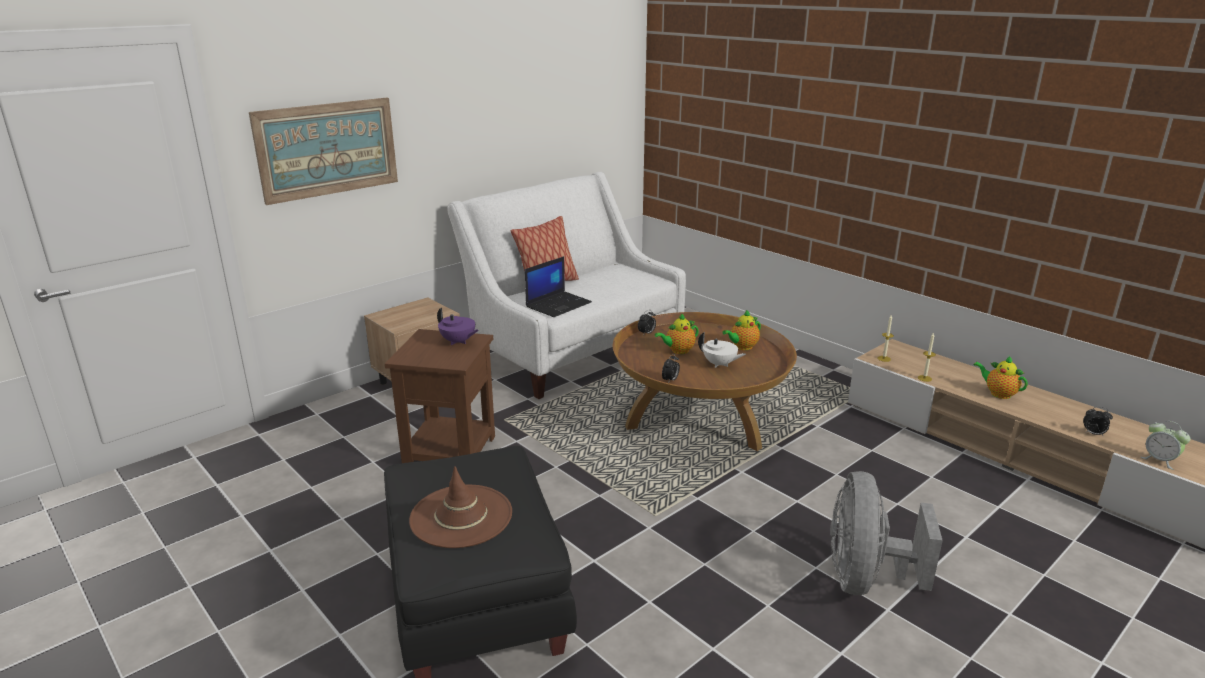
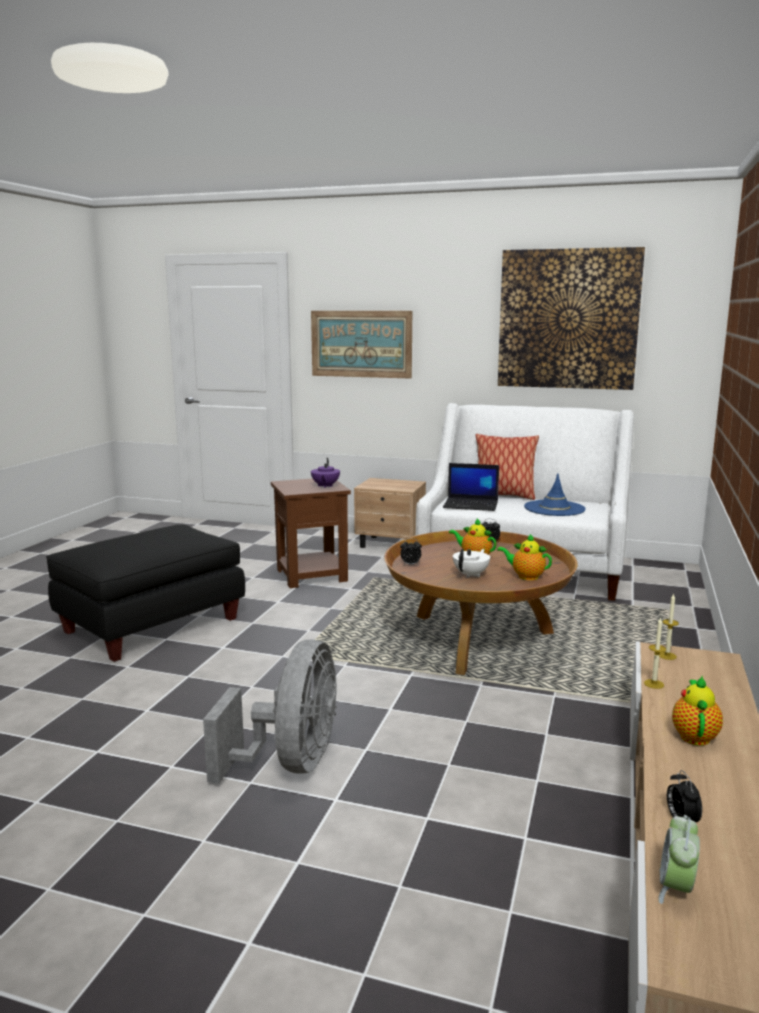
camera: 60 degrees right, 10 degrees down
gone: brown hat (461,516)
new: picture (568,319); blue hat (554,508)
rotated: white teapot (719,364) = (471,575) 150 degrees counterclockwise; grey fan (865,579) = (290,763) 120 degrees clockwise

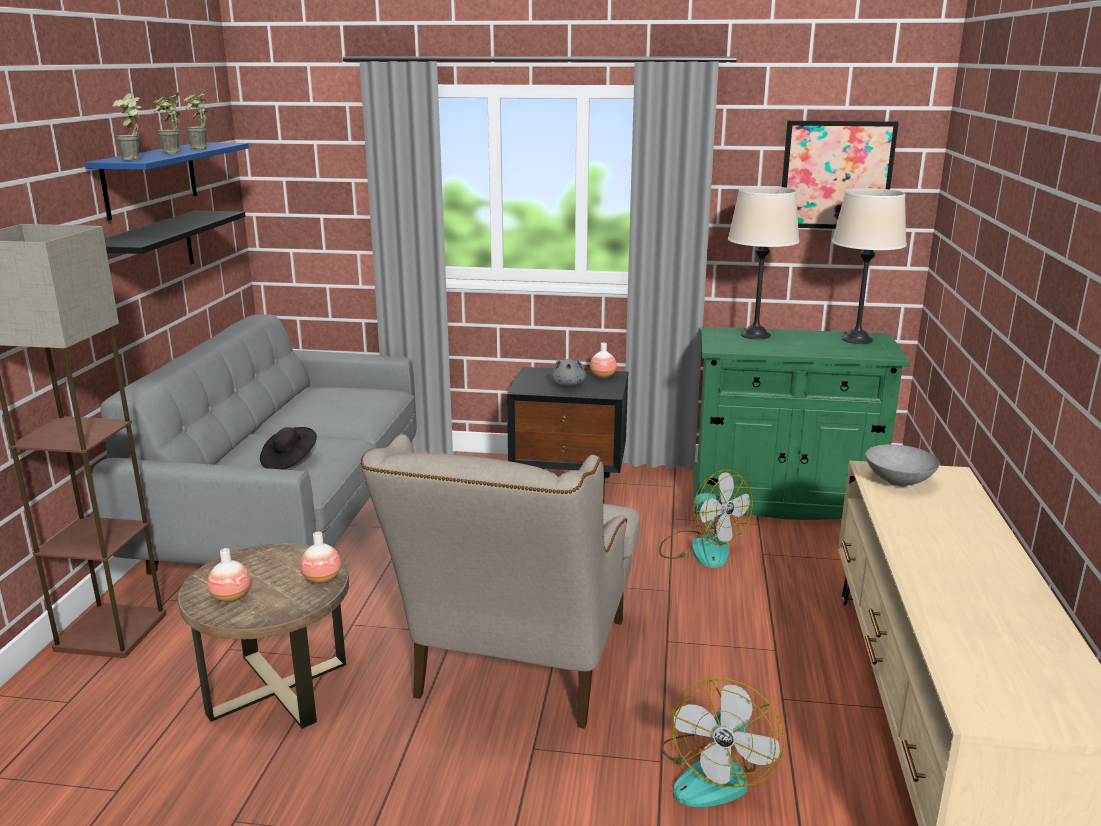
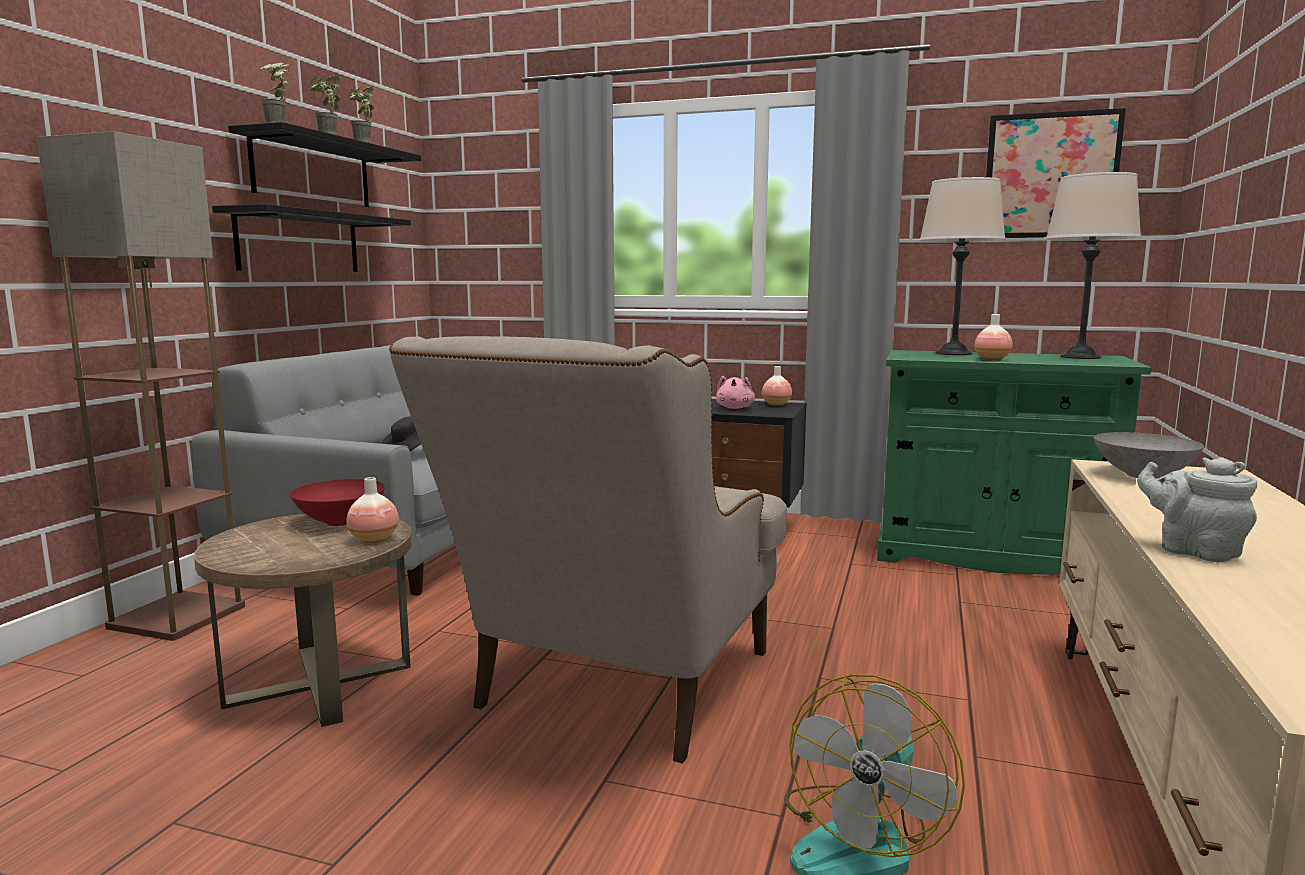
camera: 10 degrees right, 10 degrees down
gone: fan (701,548)
new: red bowl (340,522); grey teapot (1193,551)
shifted: vase (231,597) to (992,359)
repainted: blue shelf (150,179) to black shelf (312,172); grey plush toy (568,385) to pink plush toy (735,408)

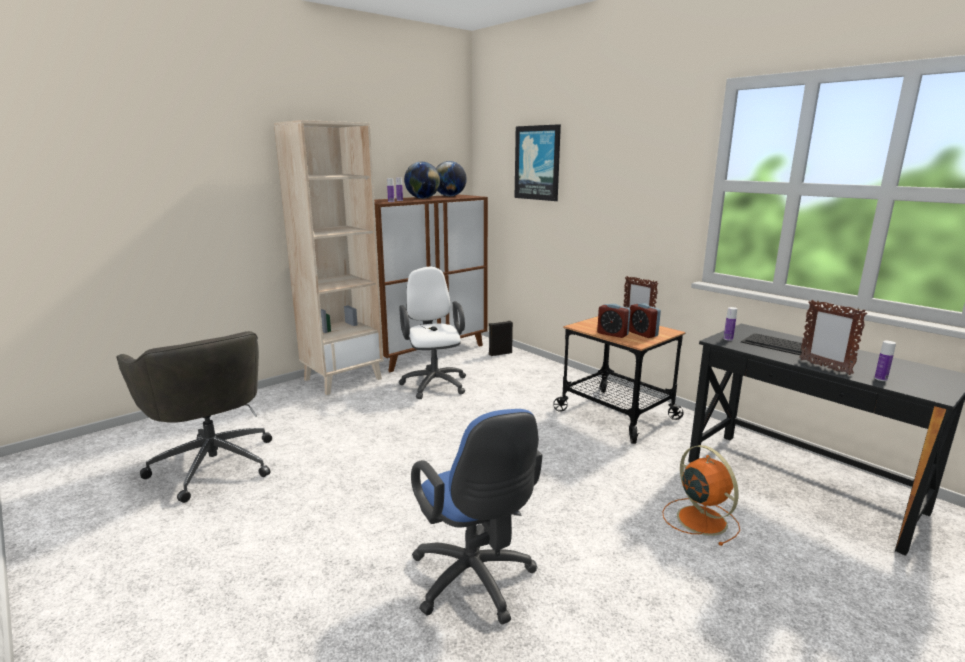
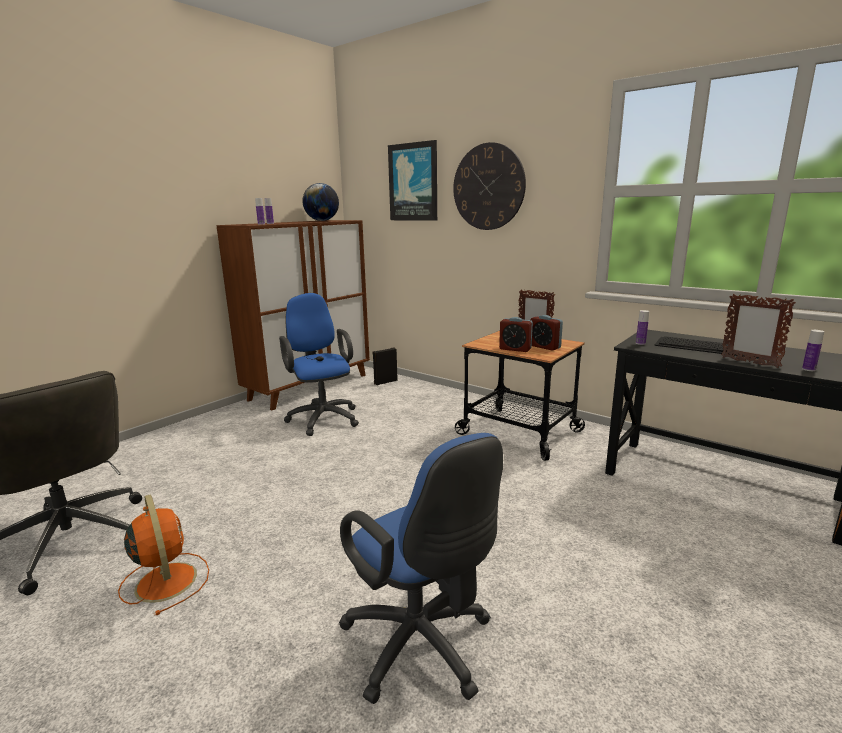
camera: 10 degrees left, 0 degrees up
gone: beige bookcase (343,379); globe (422,198)
new: wall clock (488,187)
shifted: orange fan (700,519) to (165,580)
repainted: white office chair (434,383) to blue office chair (322,417)

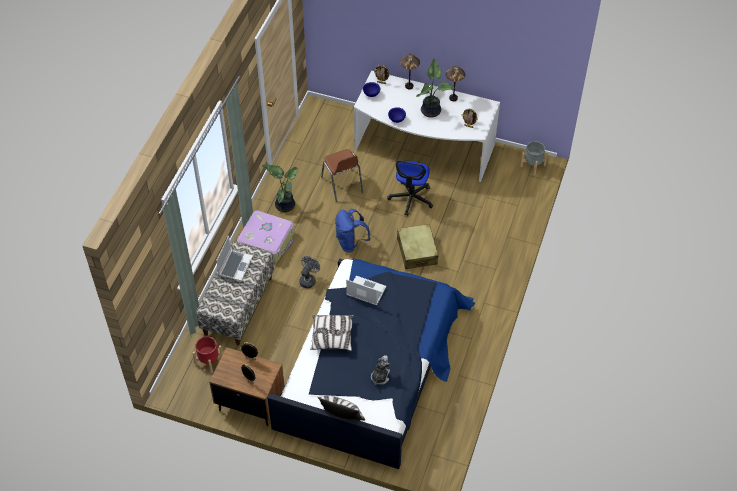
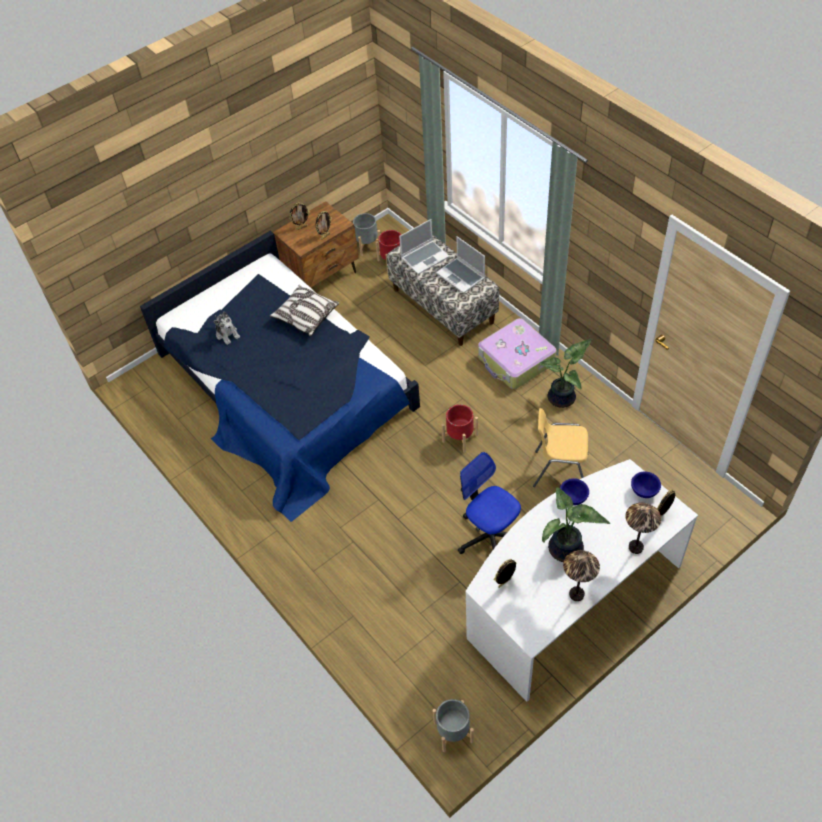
camera: 125 degrees right, 0 degrees up
gone: grey fan (308,279); pillow (342,417); beige suitcase (417,251)
new: grey planter (367,245)
shifted: laptop (365,291) to (425,257)
swapped: blue backpack (351,243) to red planter (460,438)
repainted: brown chair (342,185) to yellow chair (560,470)

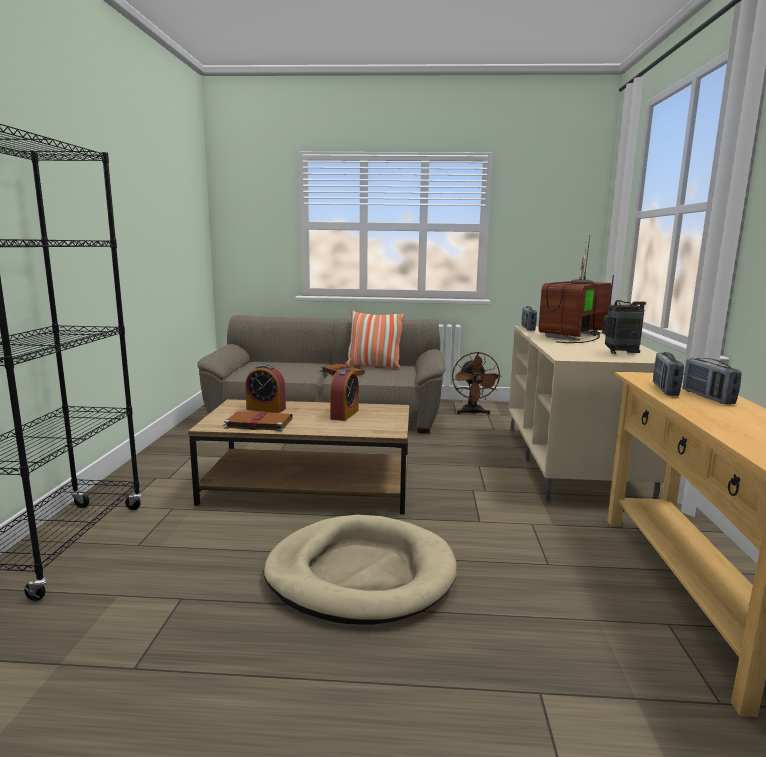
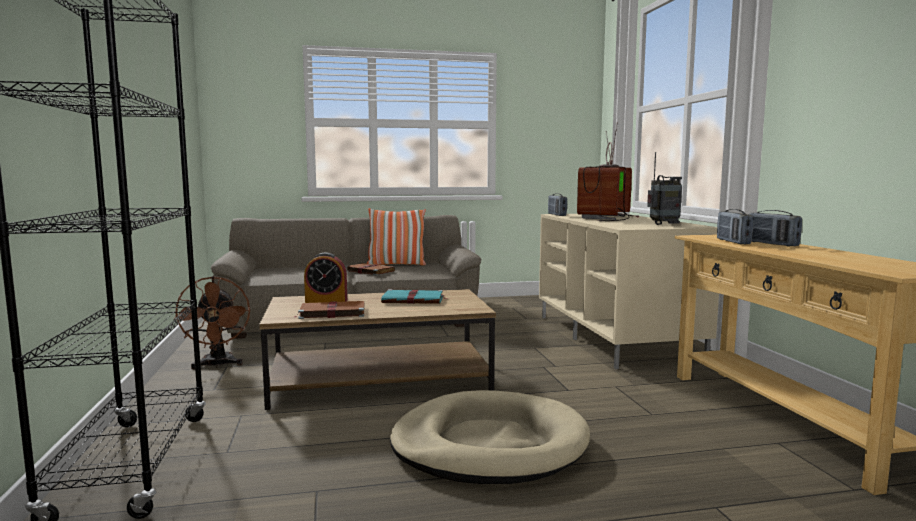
camera: 15 degrees left, 5 degrees down
shifted: brown fan (473,413) to (217,365)
swapped: alarm clock (344,414) to turquoise book (414,300)

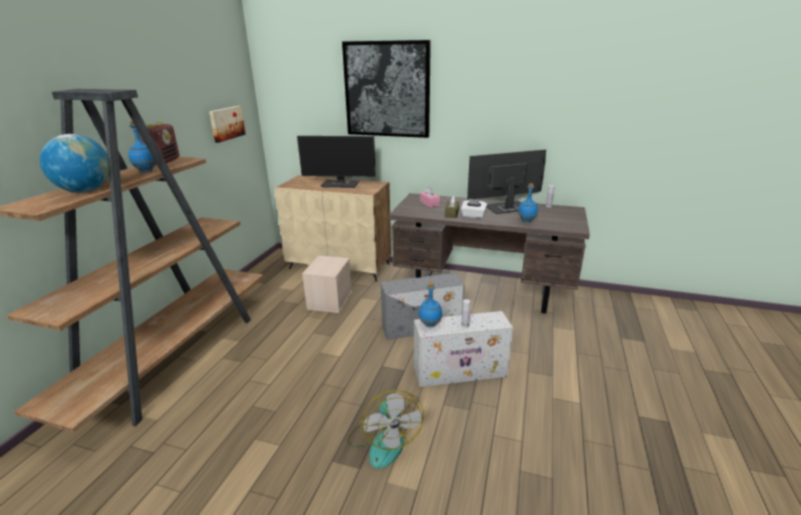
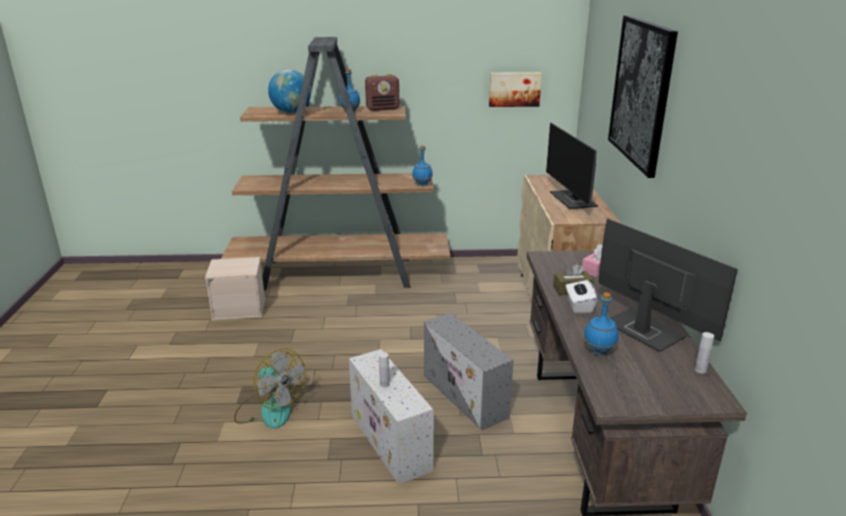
camera: 70 degrees right, 0 degrees up
shifted: beige storage box (329,300) to (240,308); blue bottle (430,324) to (422,185)
rotated: fan (383,441) = (269,409) 105 degrees counterclockwise

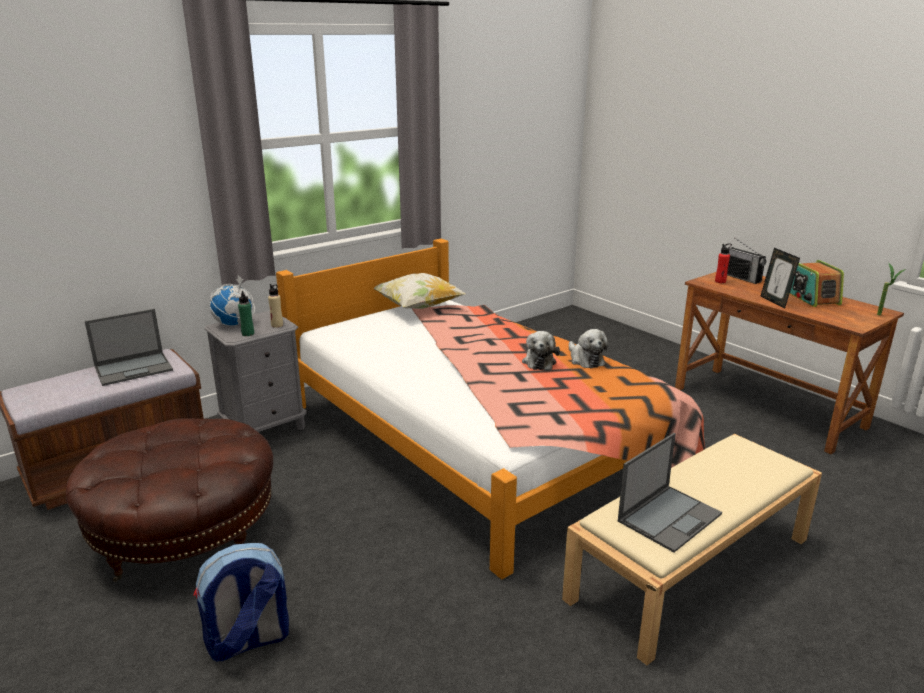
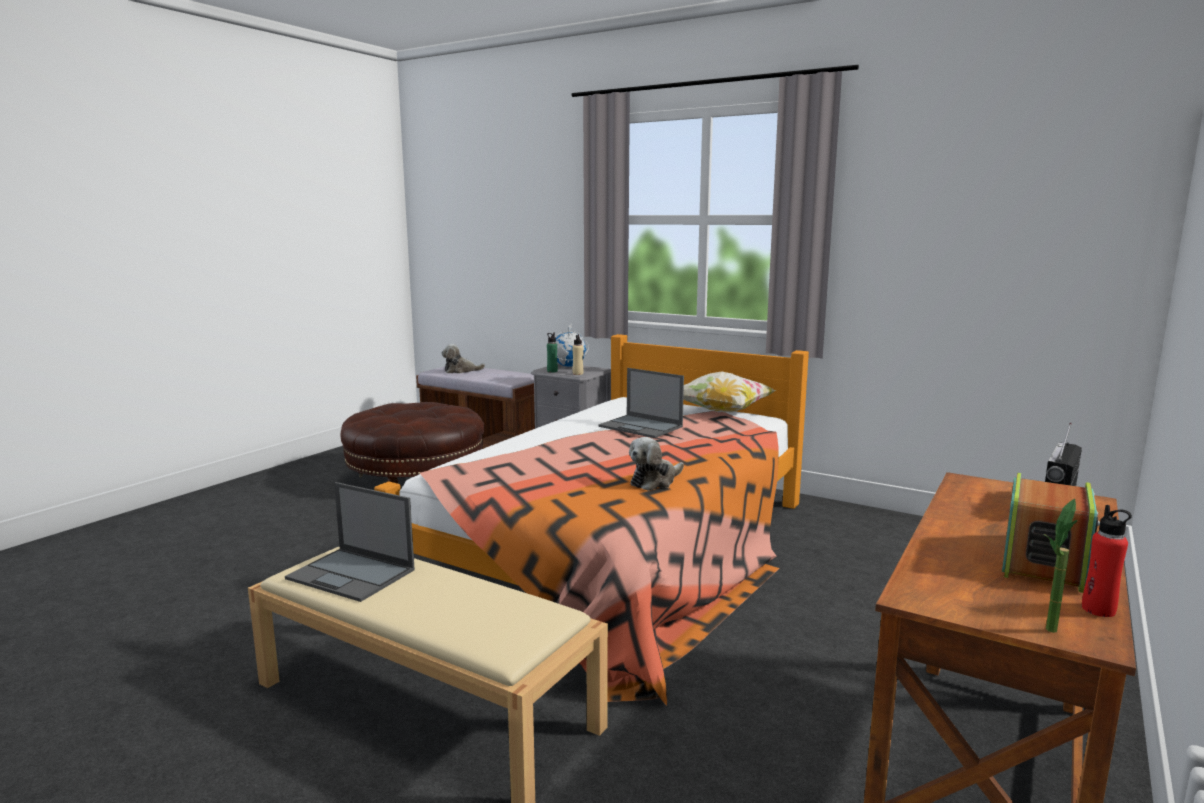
camera: 70 degrees right, 10 degrees down
gone: backpack (248,641); picture frame (775,302)
shifted: laptop (134,368) to (641,427); plush toy (539,361) to (460,371); red bottle (720,281) to (1098,610)
rotated: radio (810,297) = (1044,561) 150 degrees clockwise

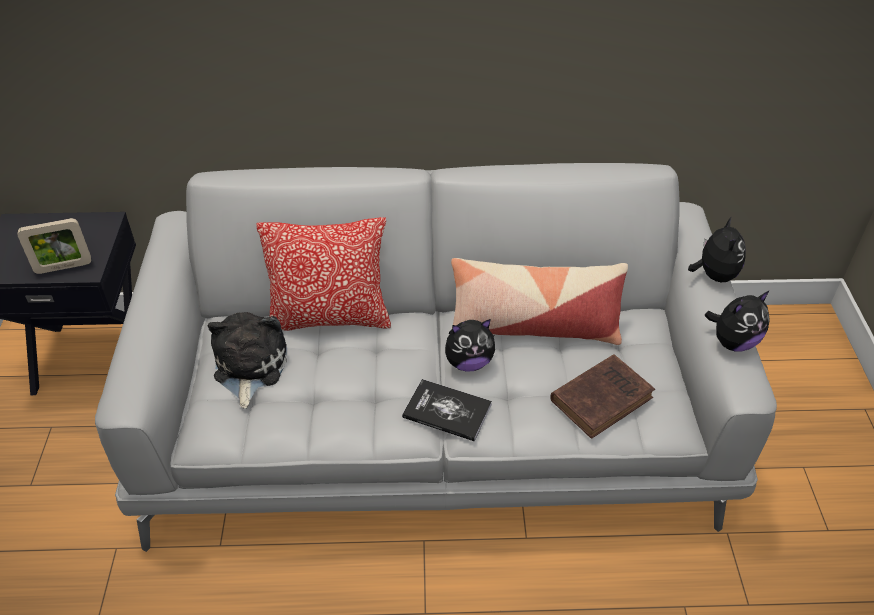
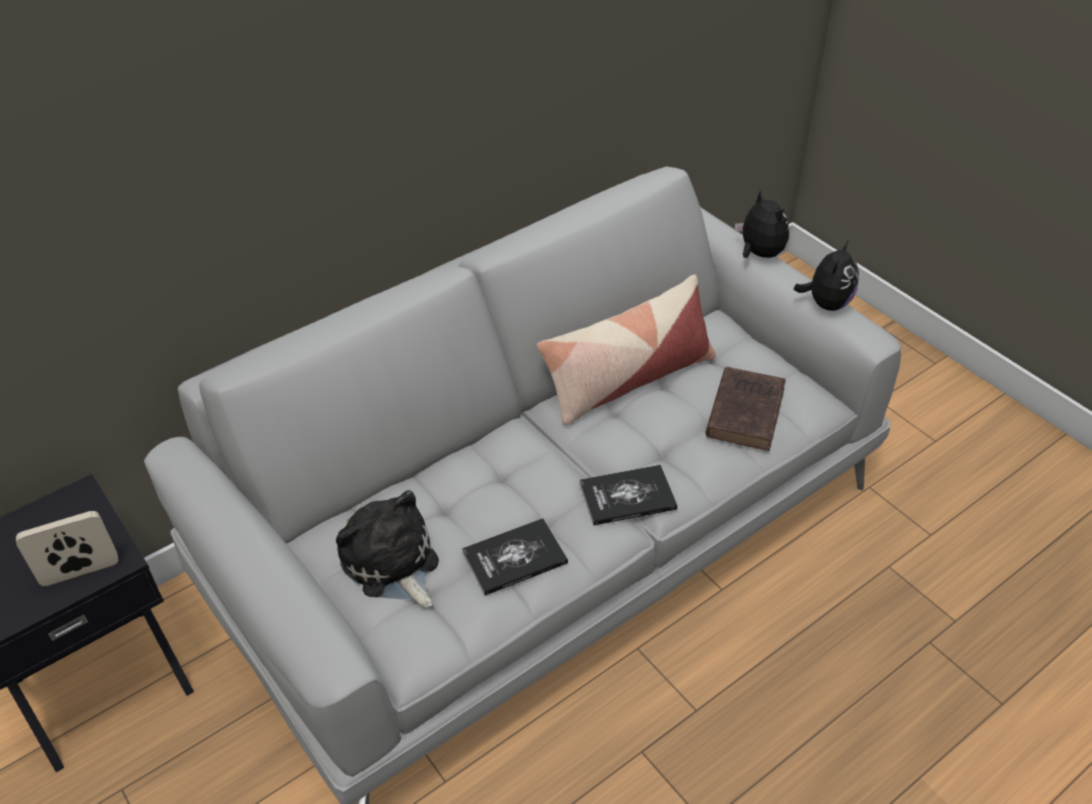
camera: 35 degrees left, 0 degrees up
gone: pillow (330,317); plush toy (468,362)
new: book (514,558)
rotated: picture frame (63,267) = (80,572) 150 degrees counterclockwise

